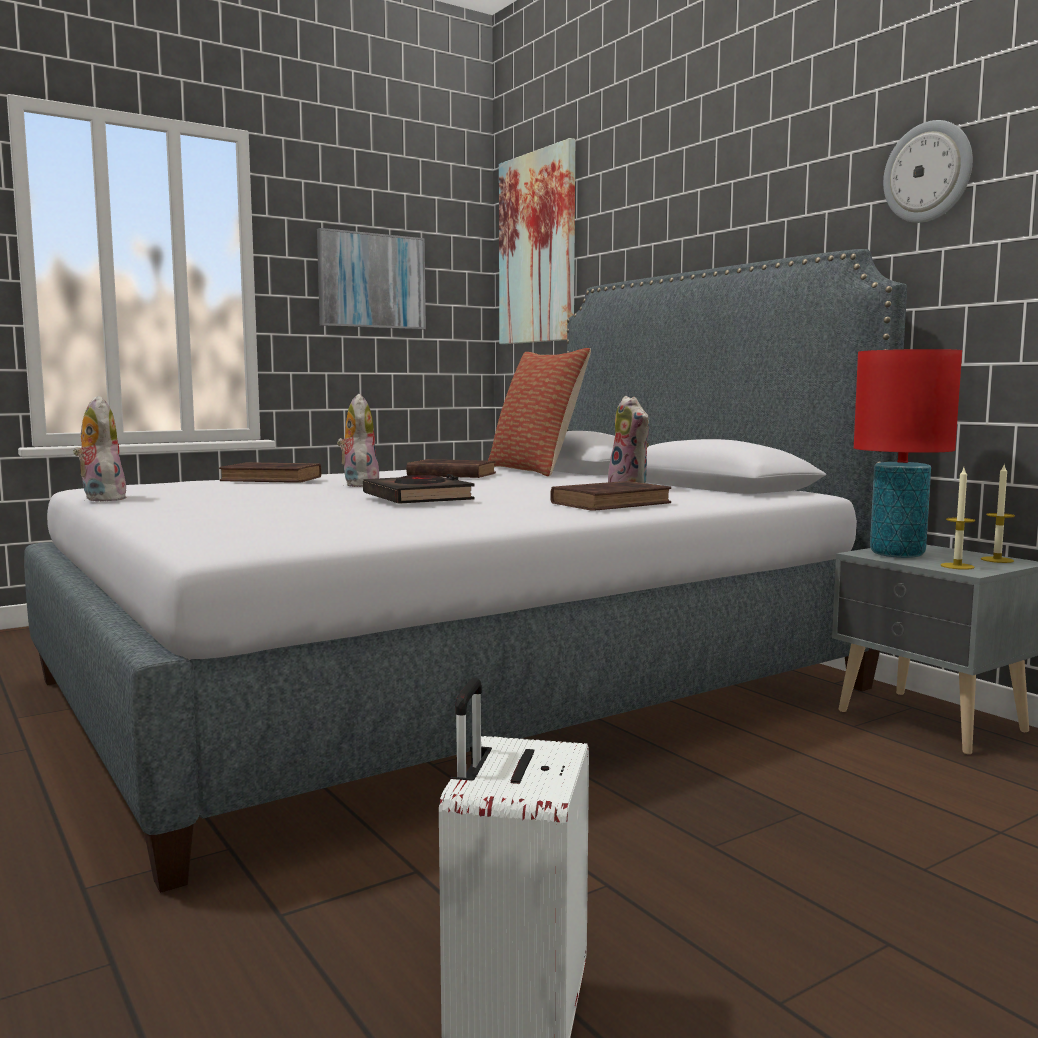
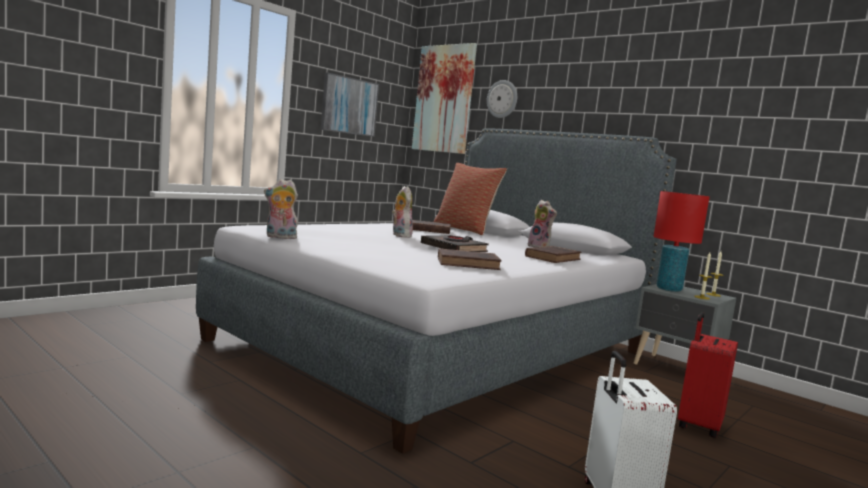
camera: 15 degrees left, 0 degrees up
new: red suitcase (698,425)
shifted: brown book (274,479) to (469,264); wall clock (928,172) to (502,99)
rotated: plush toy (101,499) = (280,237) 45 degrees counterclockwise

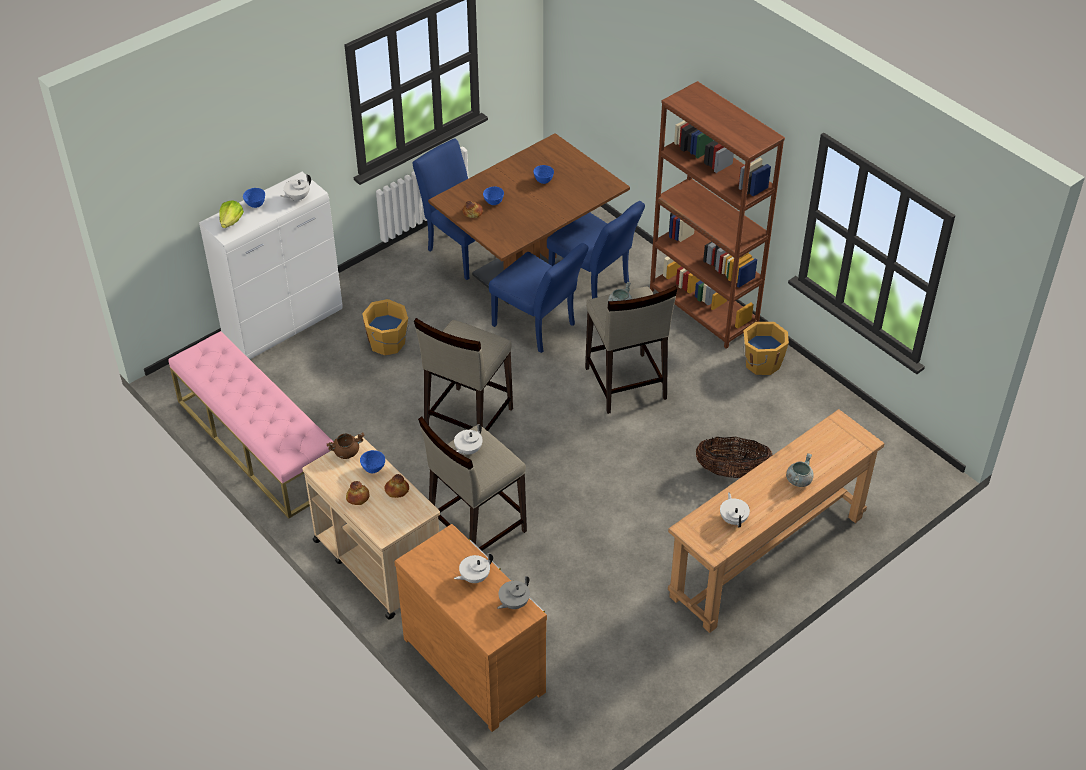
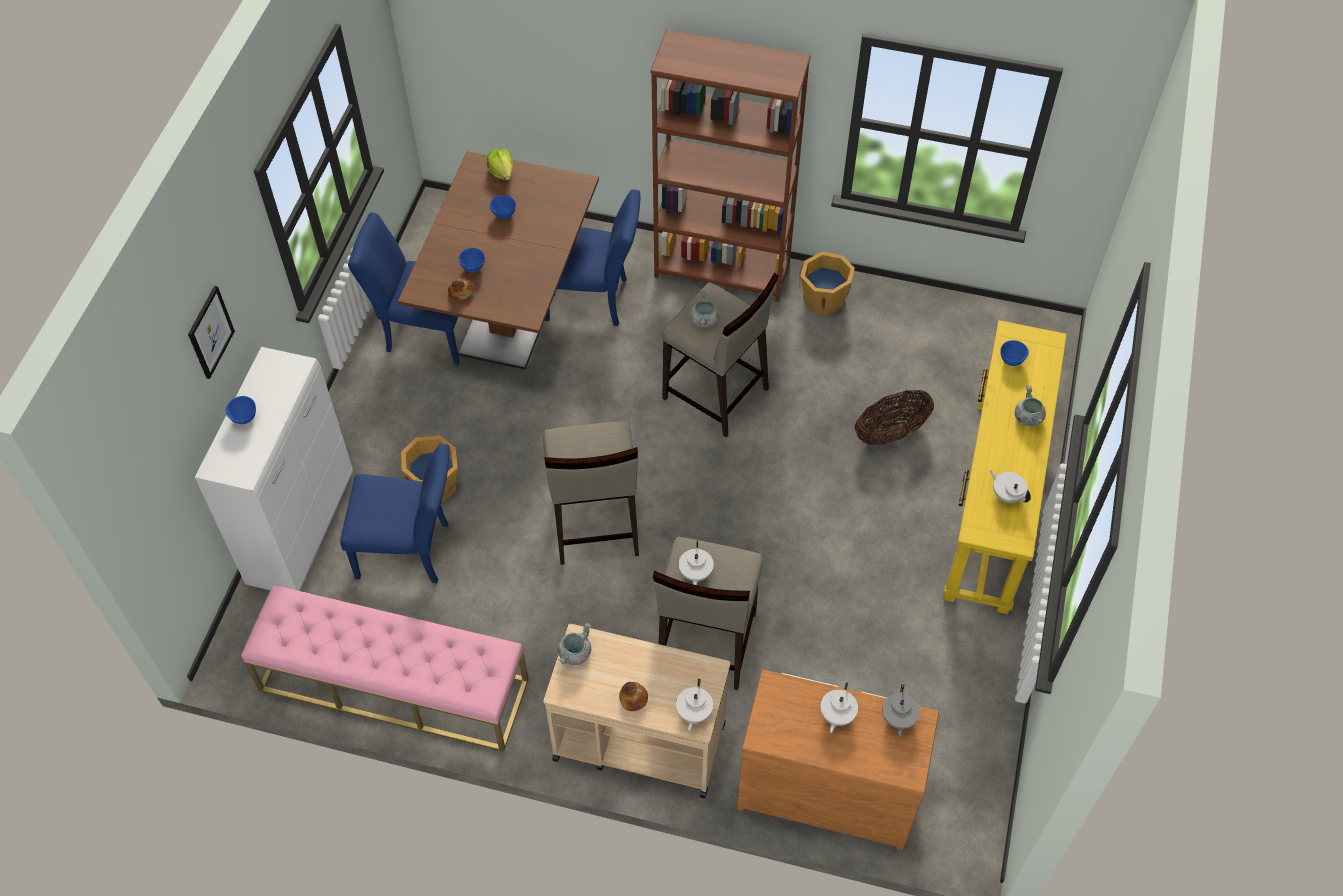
camera: 35 degrees left, 10 degrees up
gone: bread (396,490)
new: picture (210,332)
shifted: lettuce (231,221) to (502,171); white teapot (297,198) to (693,712); blue bowl (373,468) to (1011,360); blue chair (538,328) to (411,551)
repainted: brown cooking pot (346,452) to grey cooking pot (575,653); brown console table (767,556) to yellow console table (992,502)

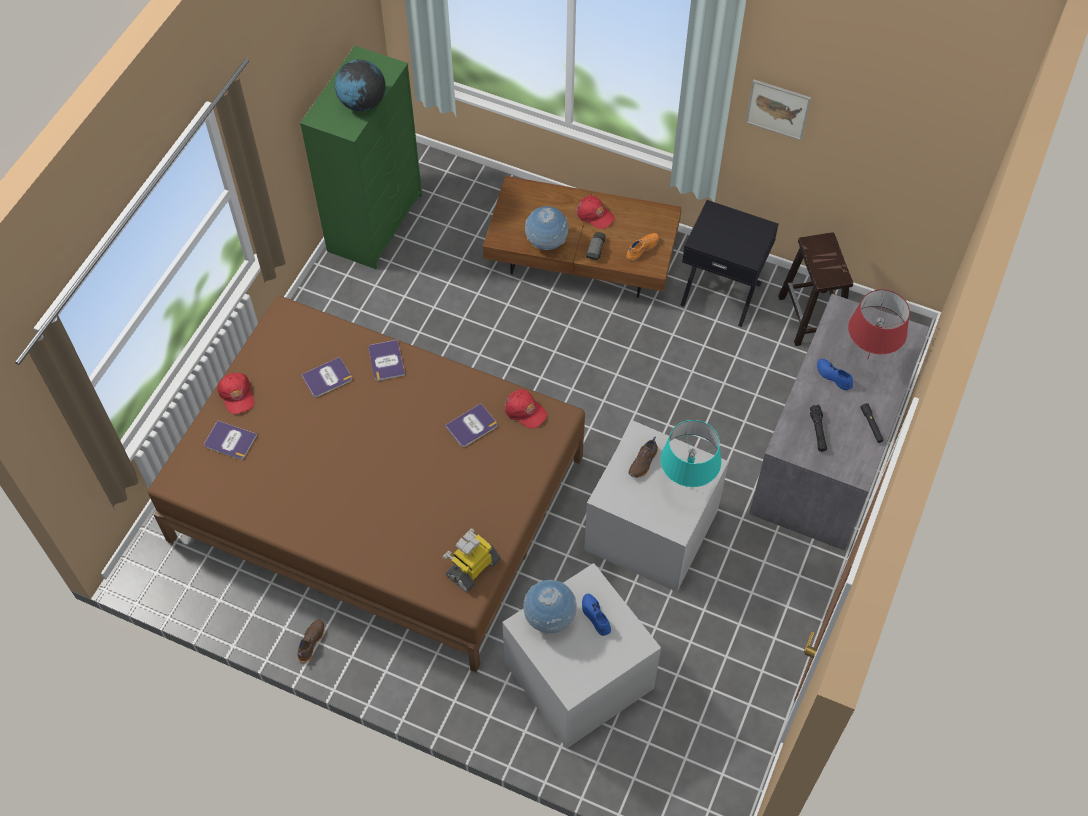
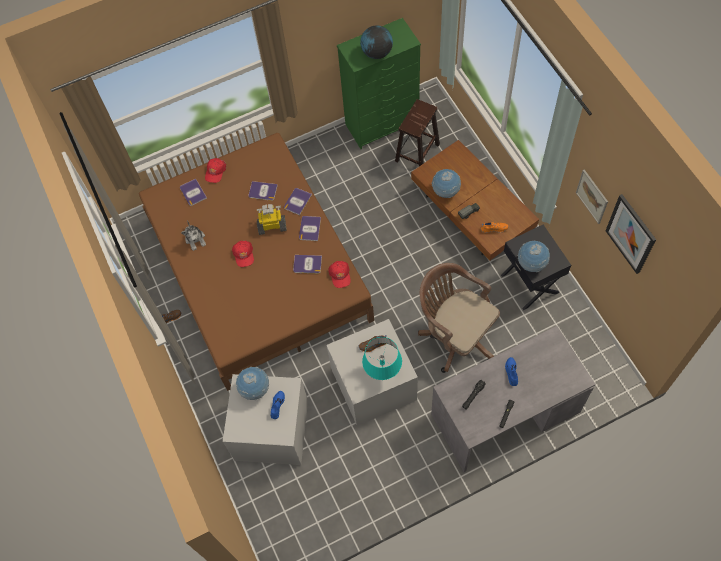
camera: 45 degrees right, 5 degrees up
gone: red table lamp (867,359)
new: plush toy (195,239); book (310,228); brown office chair (455,335); globe (531,264); picture (631,234)
shifted: toy robot (472,567) to (272,226); red cap (594,215) to (243,254); brown stool (811,318) to (417,153)

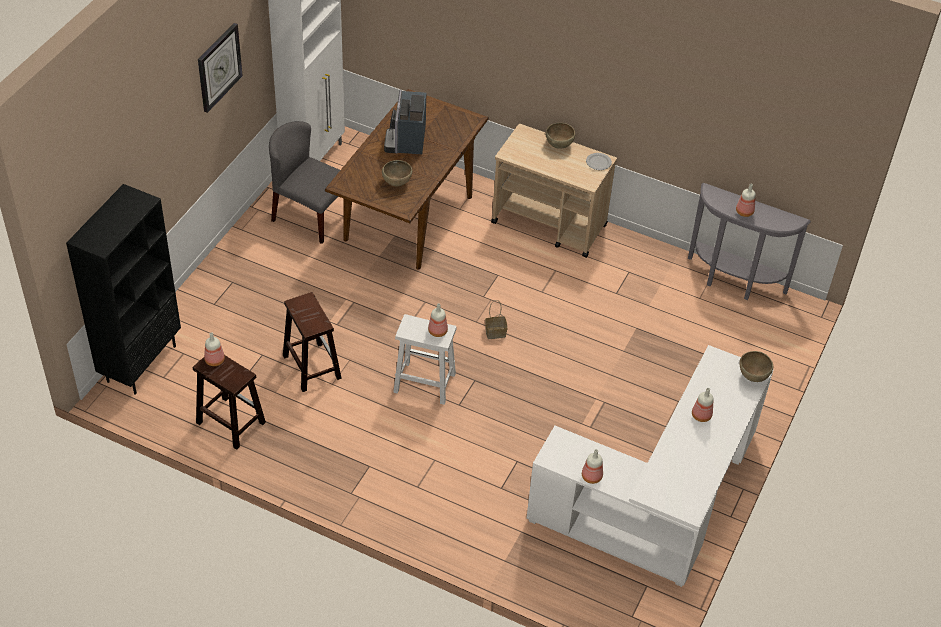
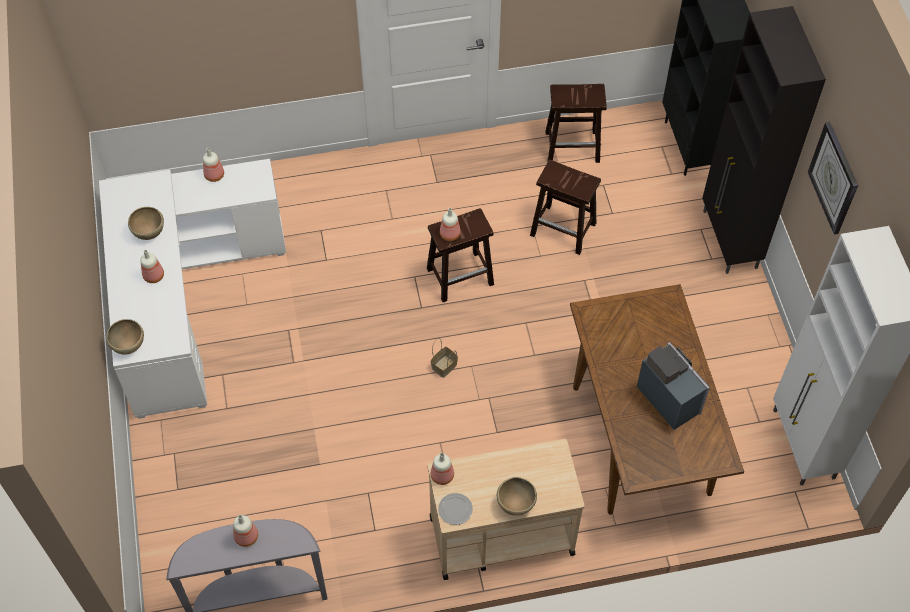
camera: 145 degrees right, 10 degrees up
gone: grey chair (310,217)
new: black cabinet (729,240)
shifted: bottle (214,360) to (443,475); brown bowl (397,183) to (149,232)
repainted: white stool (423,383) to brown stool (461,276)

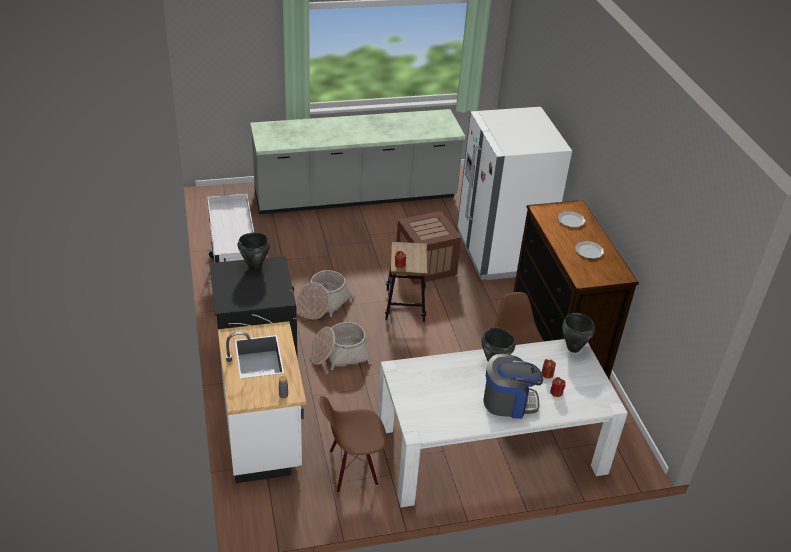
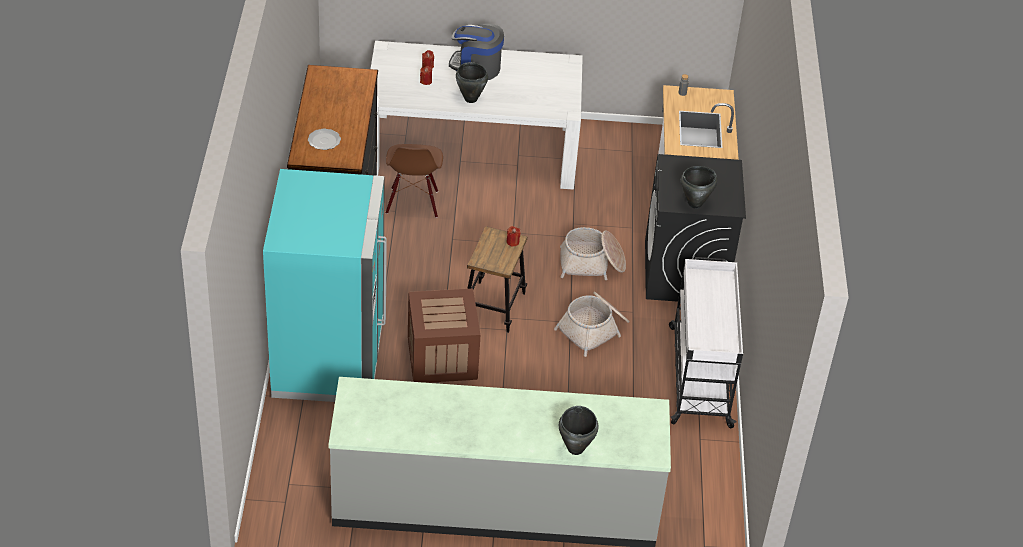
camera: 165 degrees left, 5 degrees up
gone: brown chair (352,469); plate (588,250)
shifted: black cooking pot (573,348) to (576,448)
repainted: white fridge (500,252) to turquoise fridge (329,359)

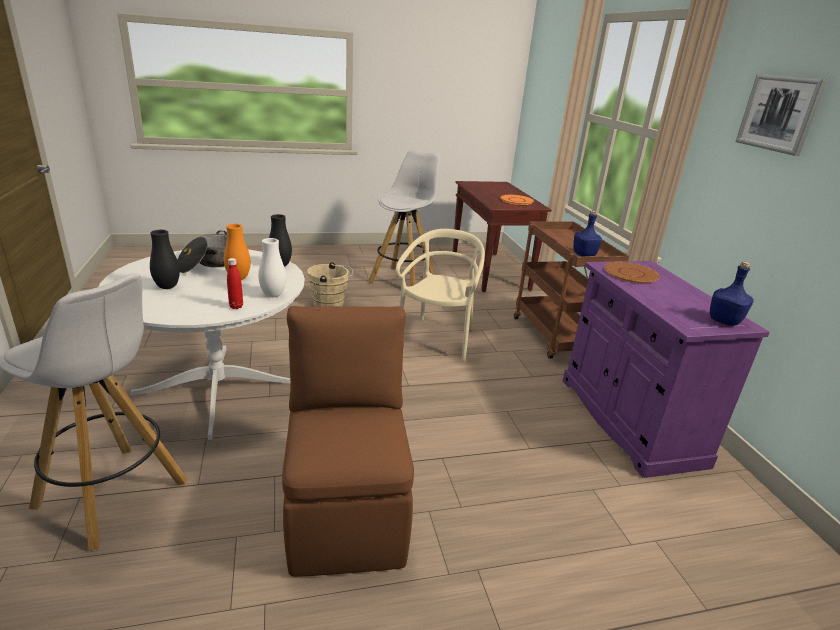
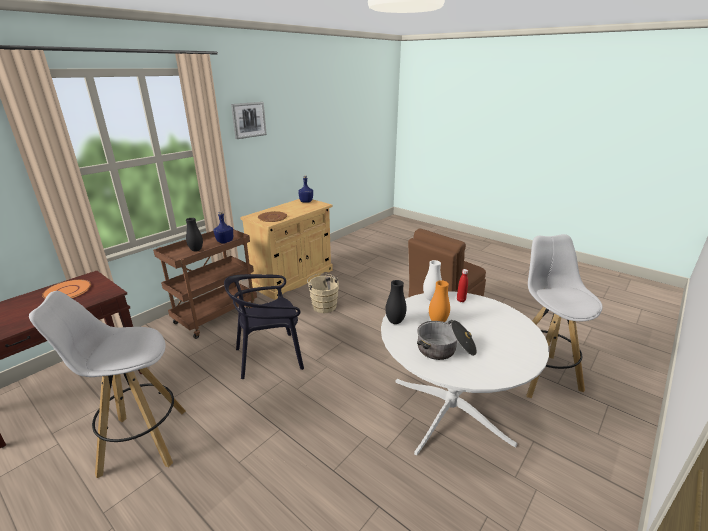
camera: 125 degrees left, 0 degrees up
shifted: black vase (167,287) to (196,250); beige bucket (330,303) to (323,305)
repainted: beige chair (437,339) to black chair (270,356); purple cabinet (629,420) to beige cabinet (293,278)

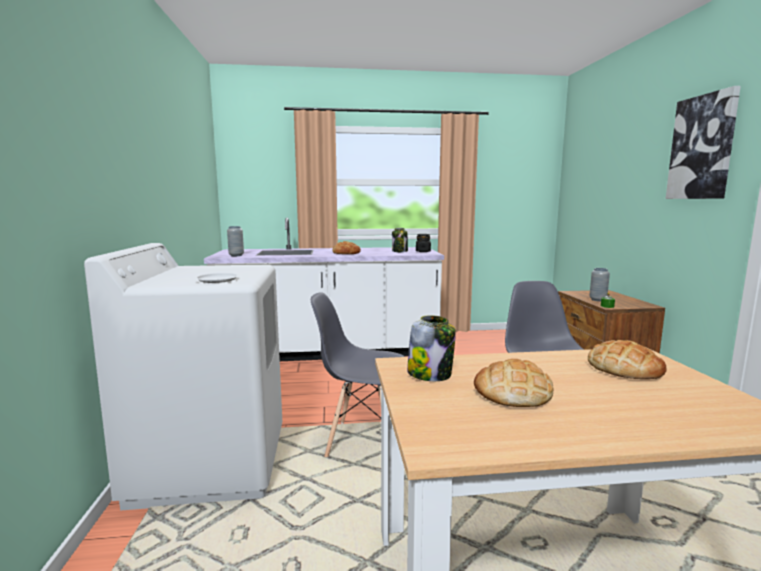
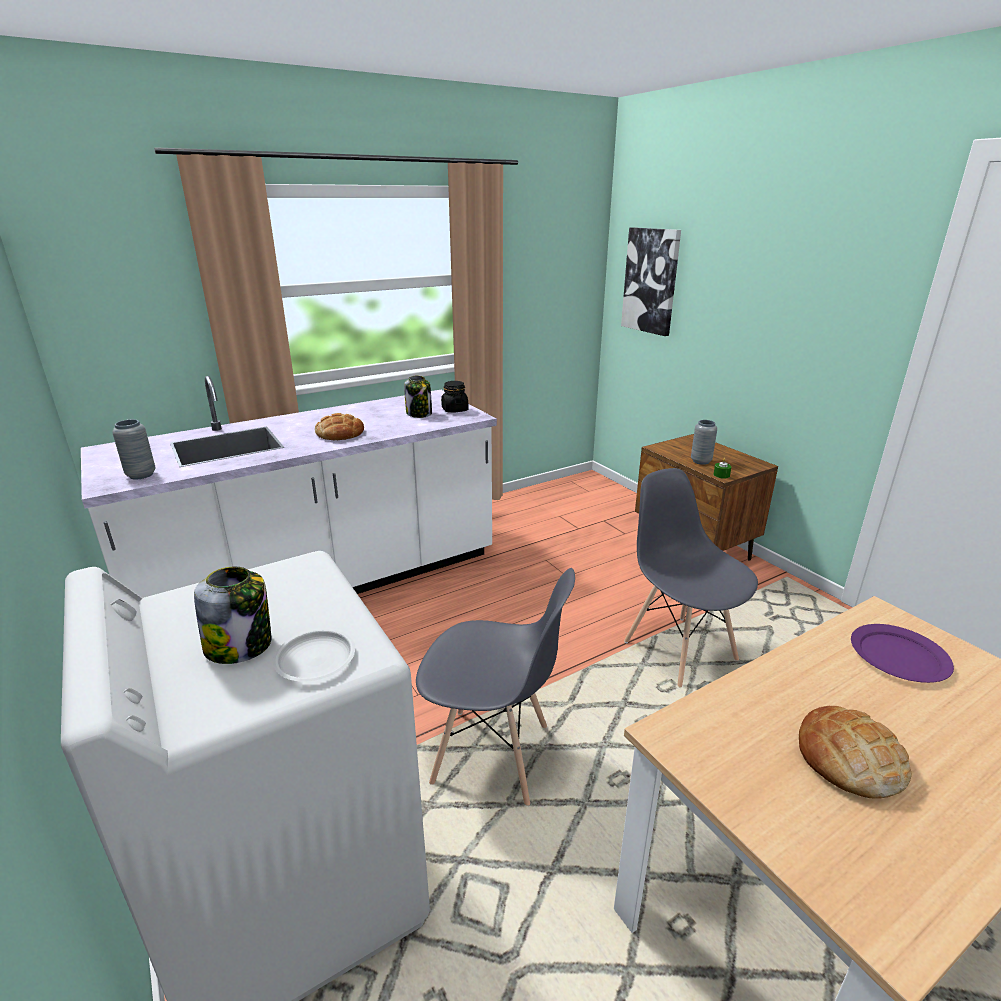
camera: 25 degrees left, 15 degrees up
shifted: jar (430,374) to (240,646); picture (702,147) to (651,281)
swapped: bread (624,368) to purple plate (898,656)
rotated: grey chair (364,441) = (492,755) 150 degrees counterclockwise

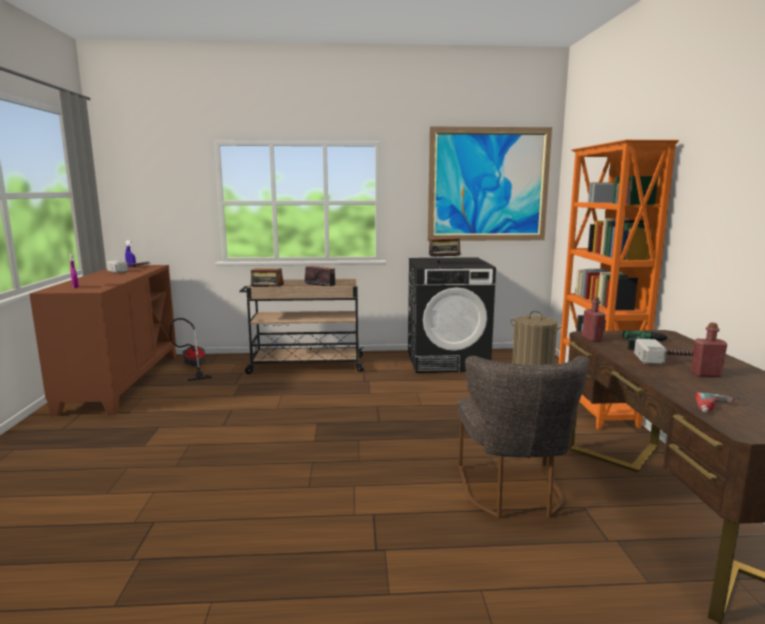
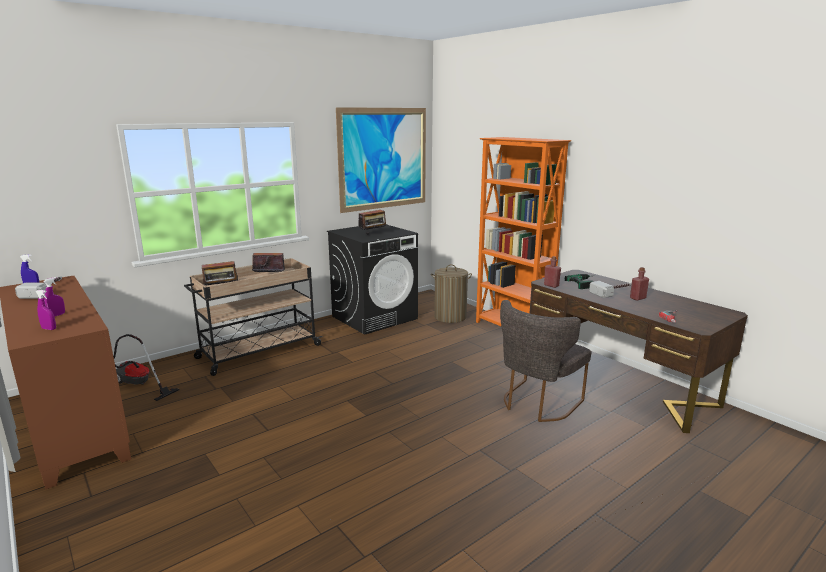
camera: 35 degrees left, 5 degrees up
new: purple spray bottle (57,315)
rotated: grey chair (513,493) = (537,404) 75 degrees clockwise

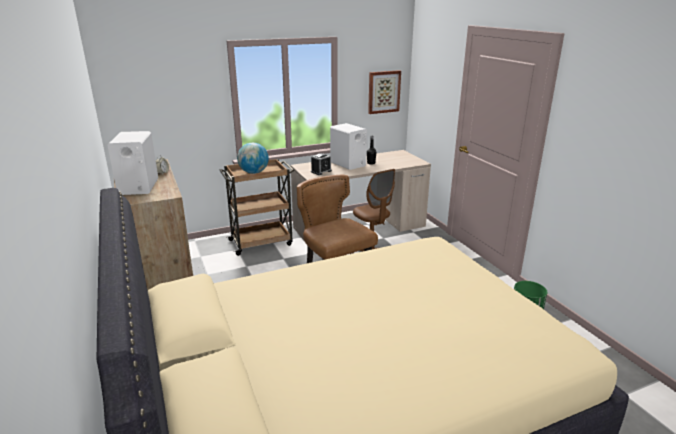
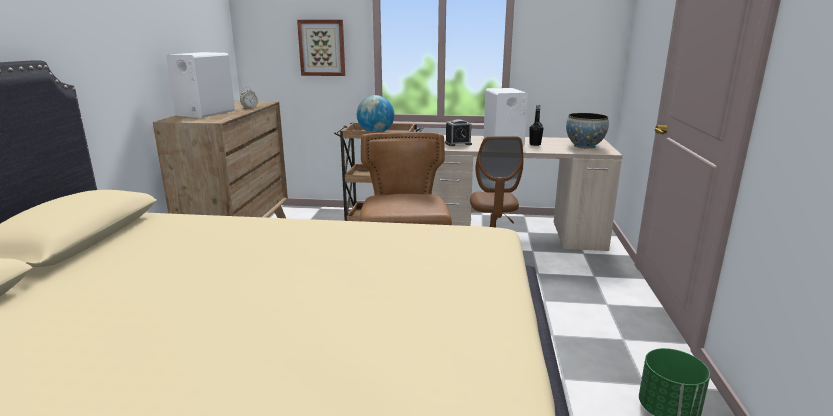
camera: 30 degrees right, 5 degrees down
new: bowl (584,146)
shifted: picture (383,92) to (322,48)

